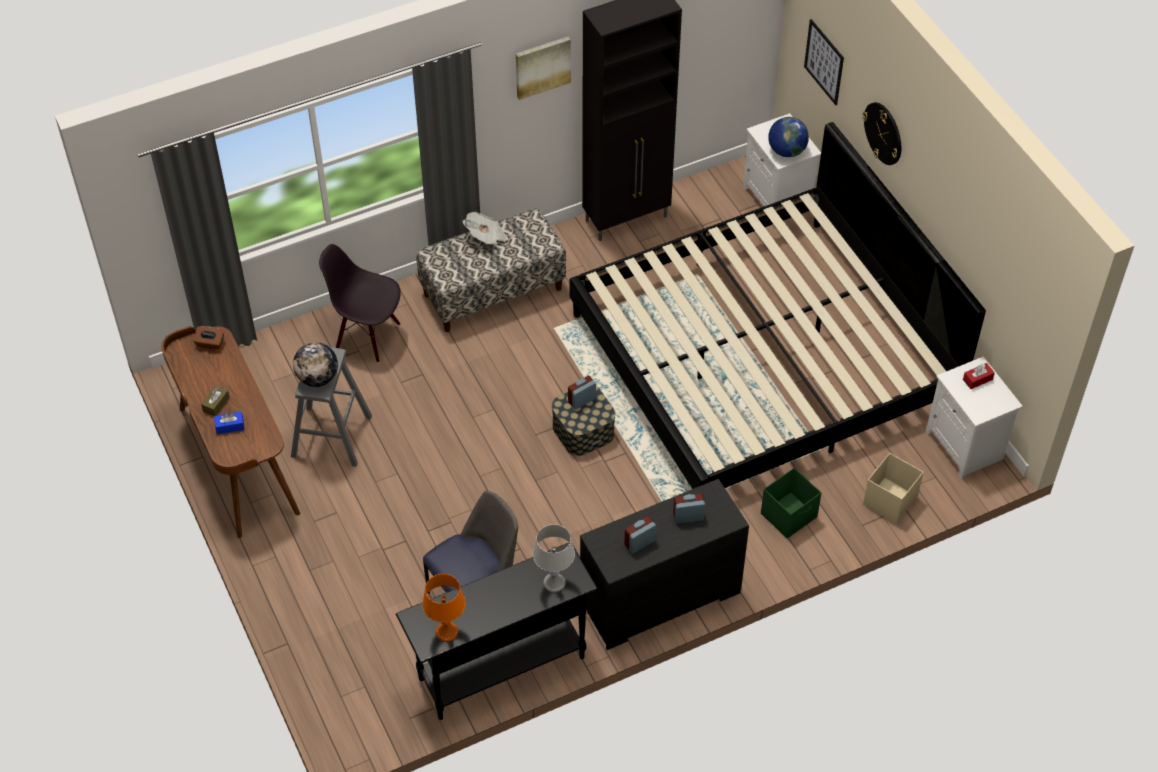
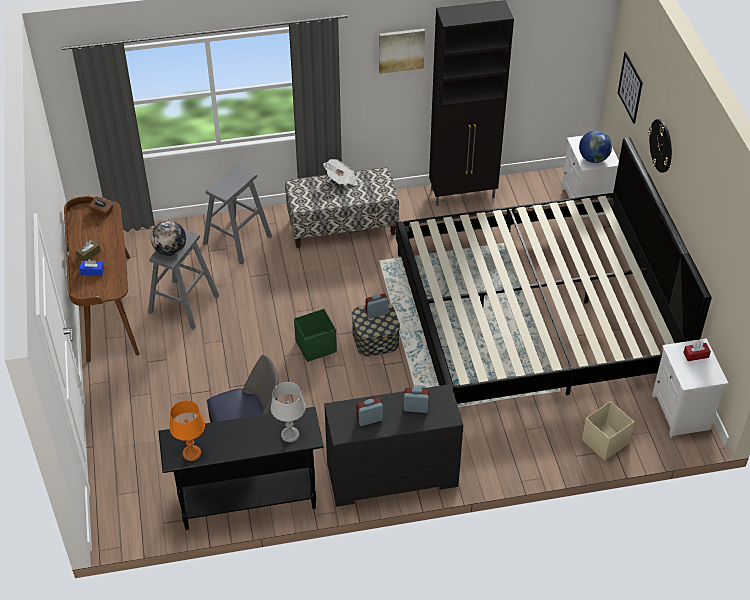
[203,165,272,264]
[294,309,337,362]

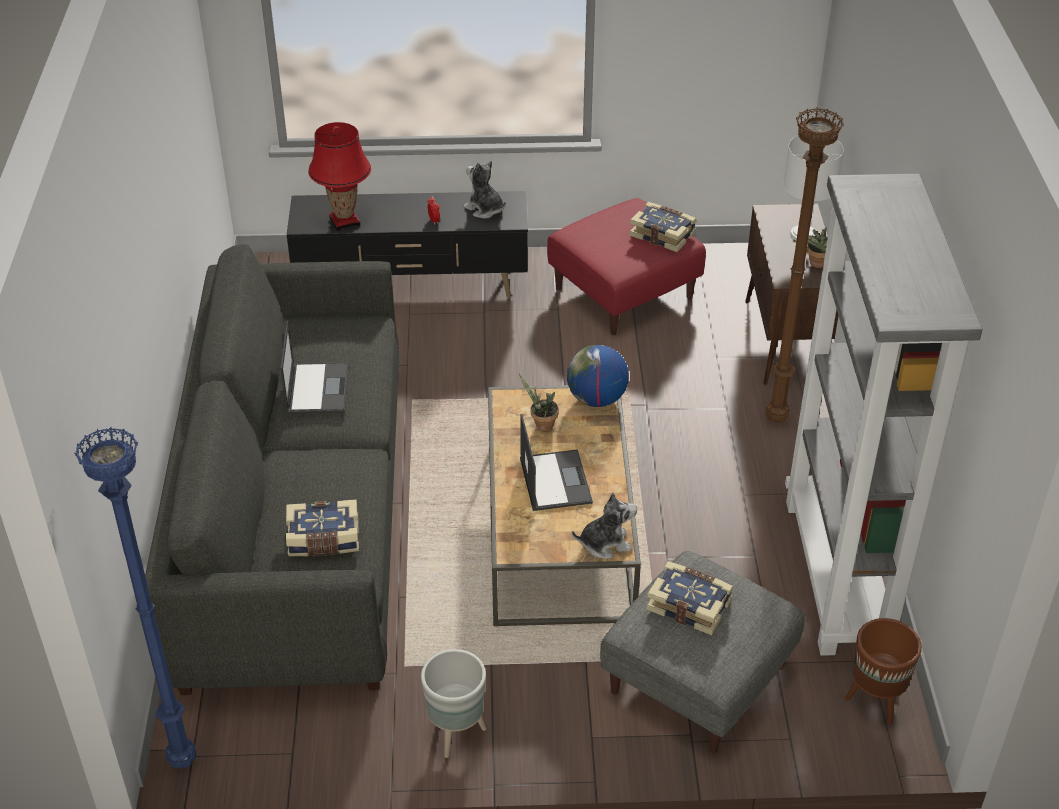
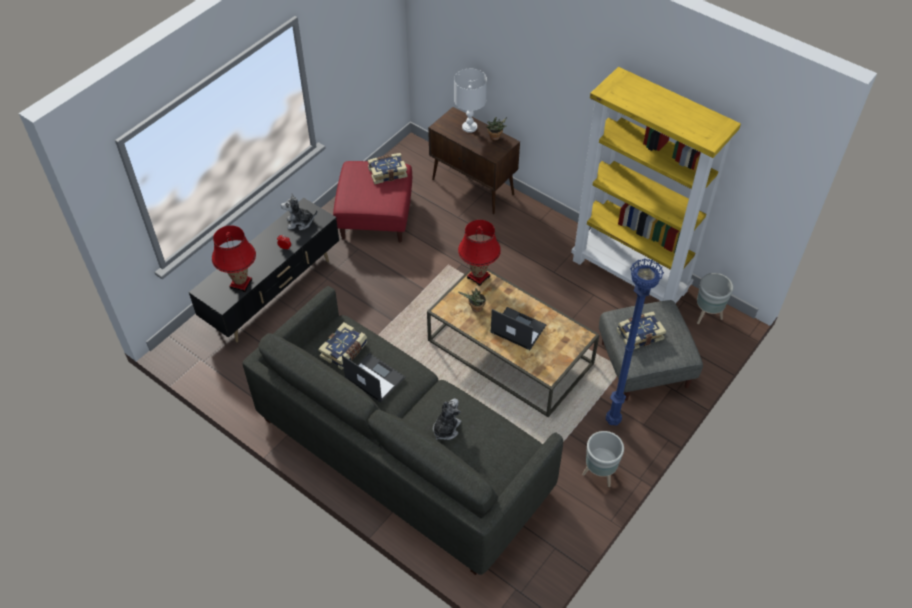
[606,259,664,426]
[318,322,368,370]
[458,220,501,286]
[433,399,461,440]
[765,107,844,423] (first image)
[571,67,741,304]
[697,273,733,324]

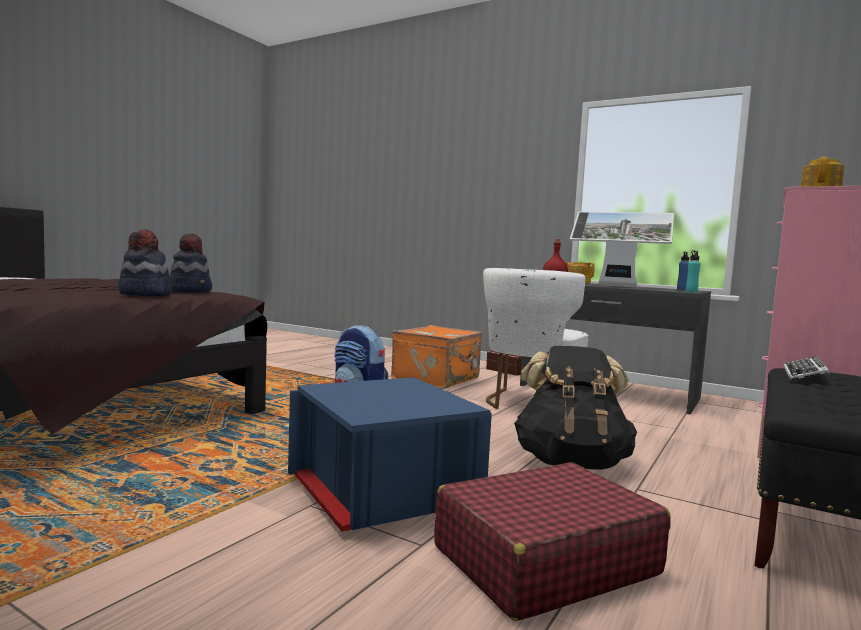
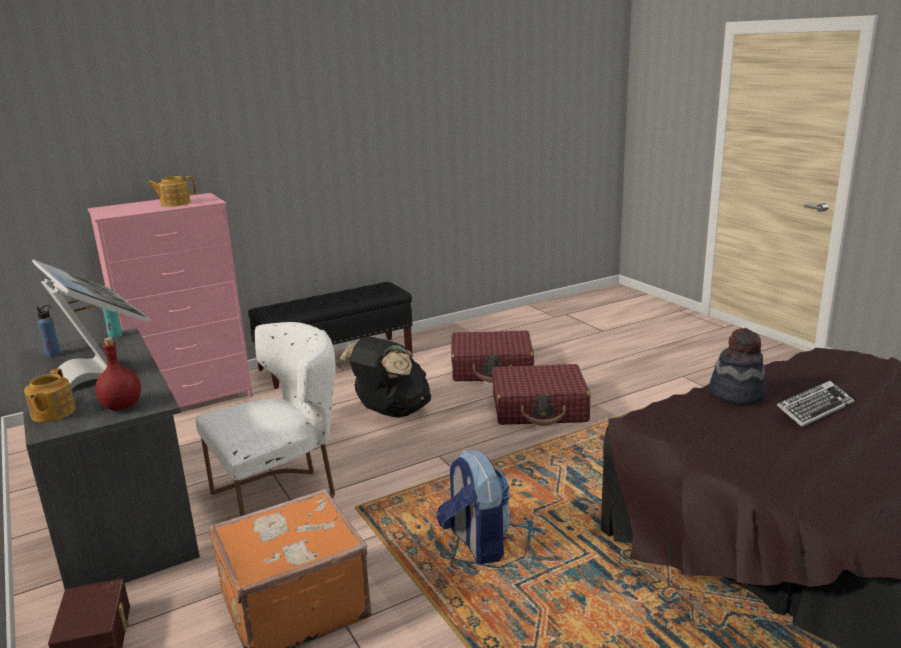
[169,233,212,292] (first image)
[492,364,590,426]
[777,381,854,427]

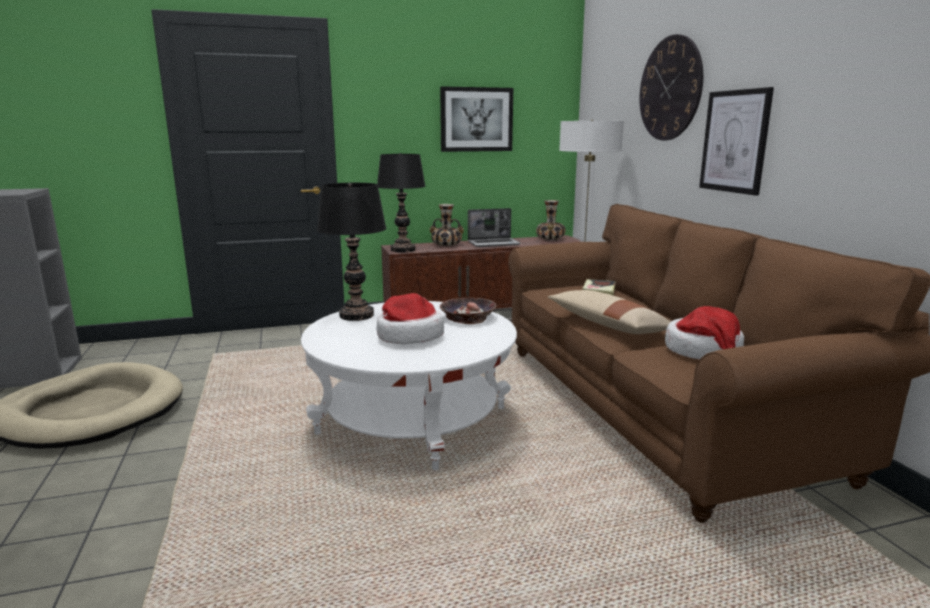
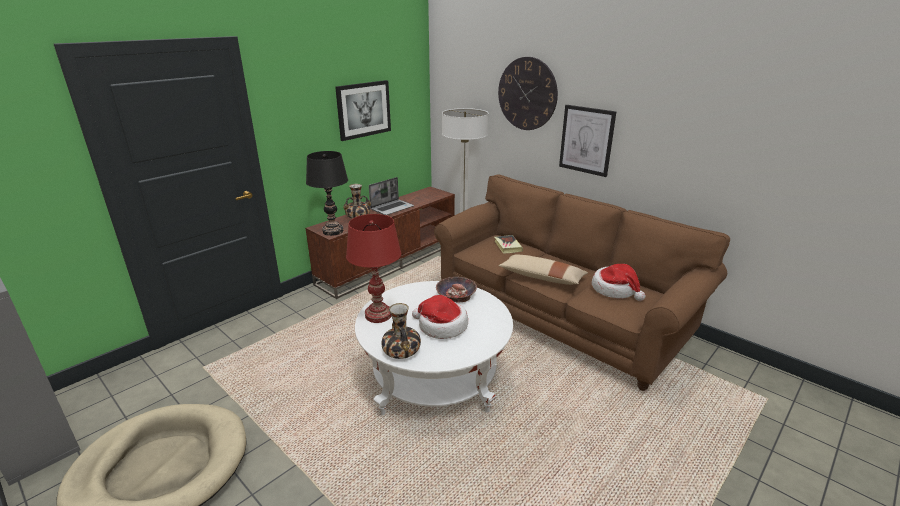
[346,214,401,323]
[381,303,421,359]

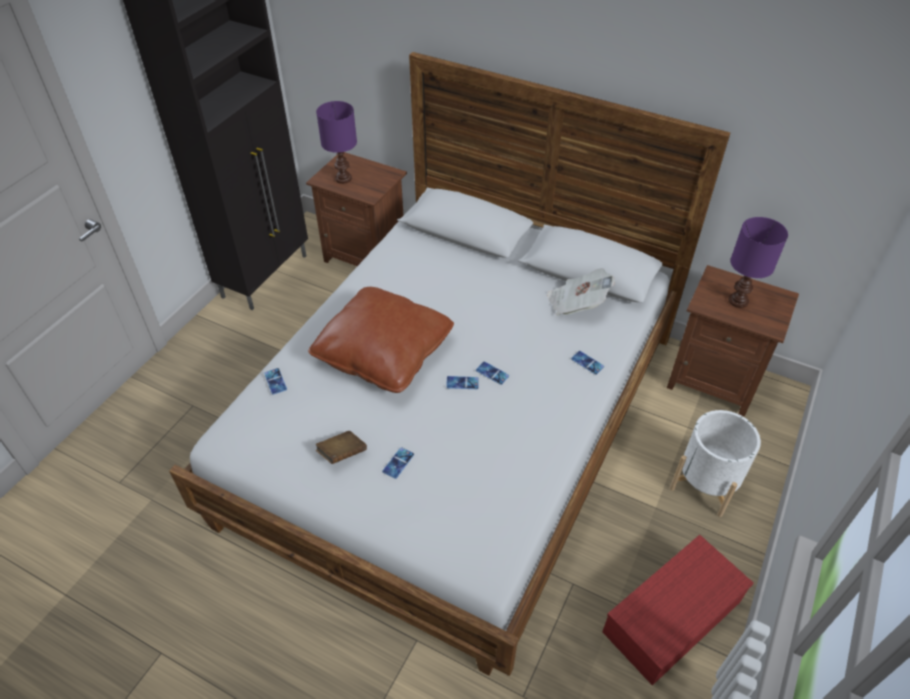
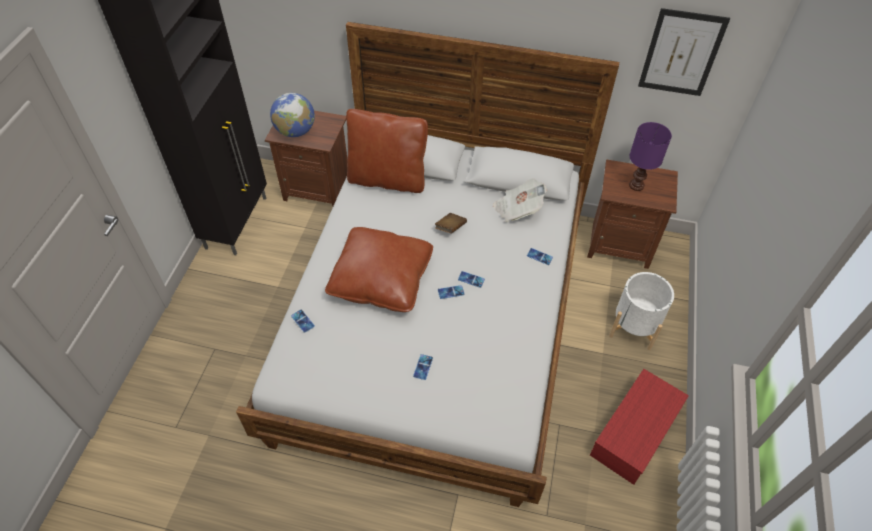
[270,93,315,137]
[435,213,467,233]
[346,109,428,193]
[638,8,730,96]

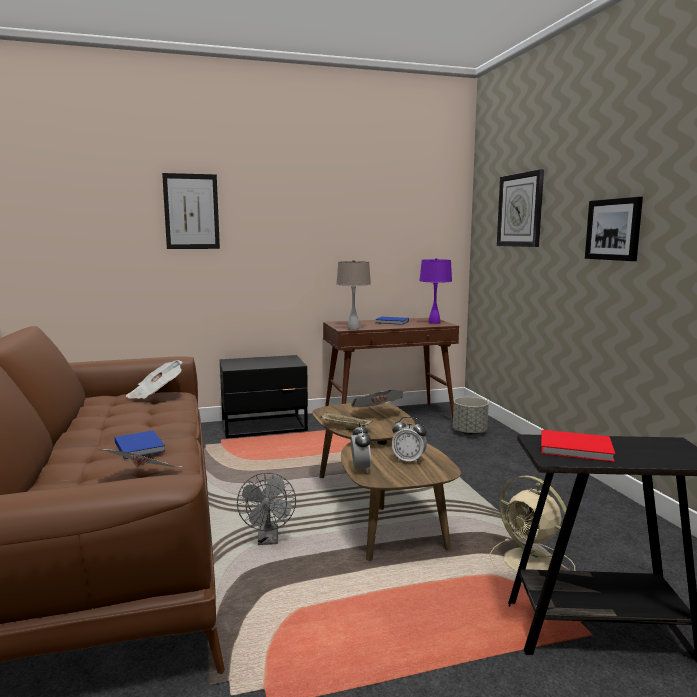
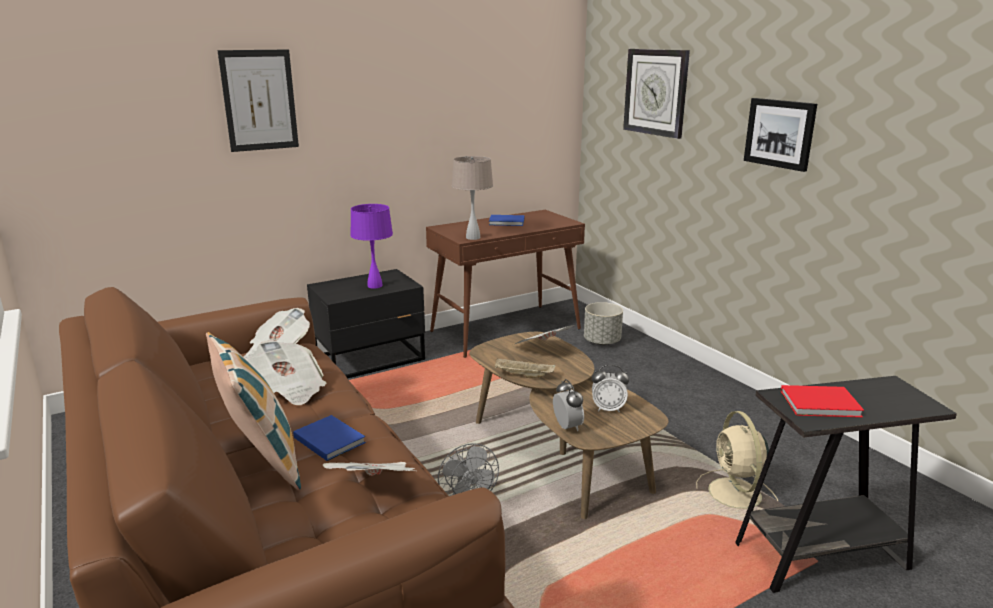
[350,204,393,289]
[696,411,778,509]
[206,332,301,490]
[248,340,327,405]

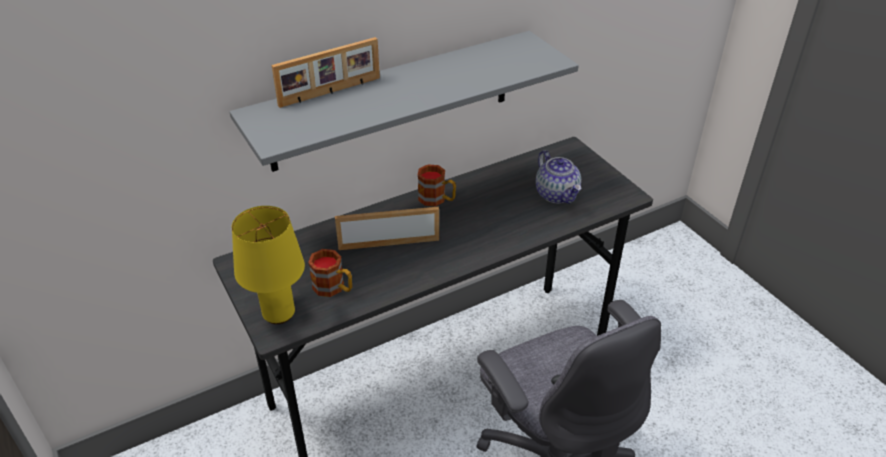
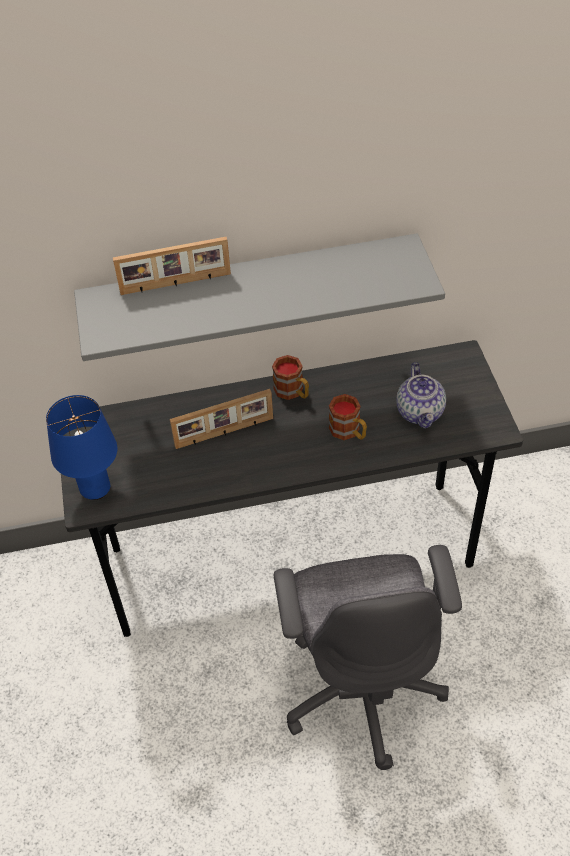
[46,395,117,500]
[329,394,367,440]
[170,389,273,449]

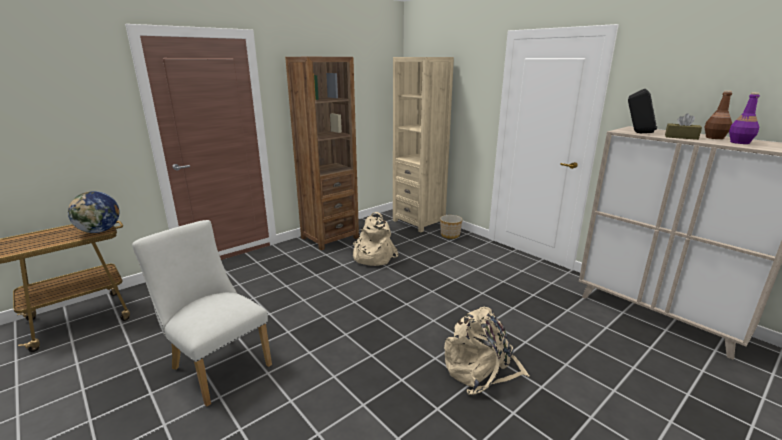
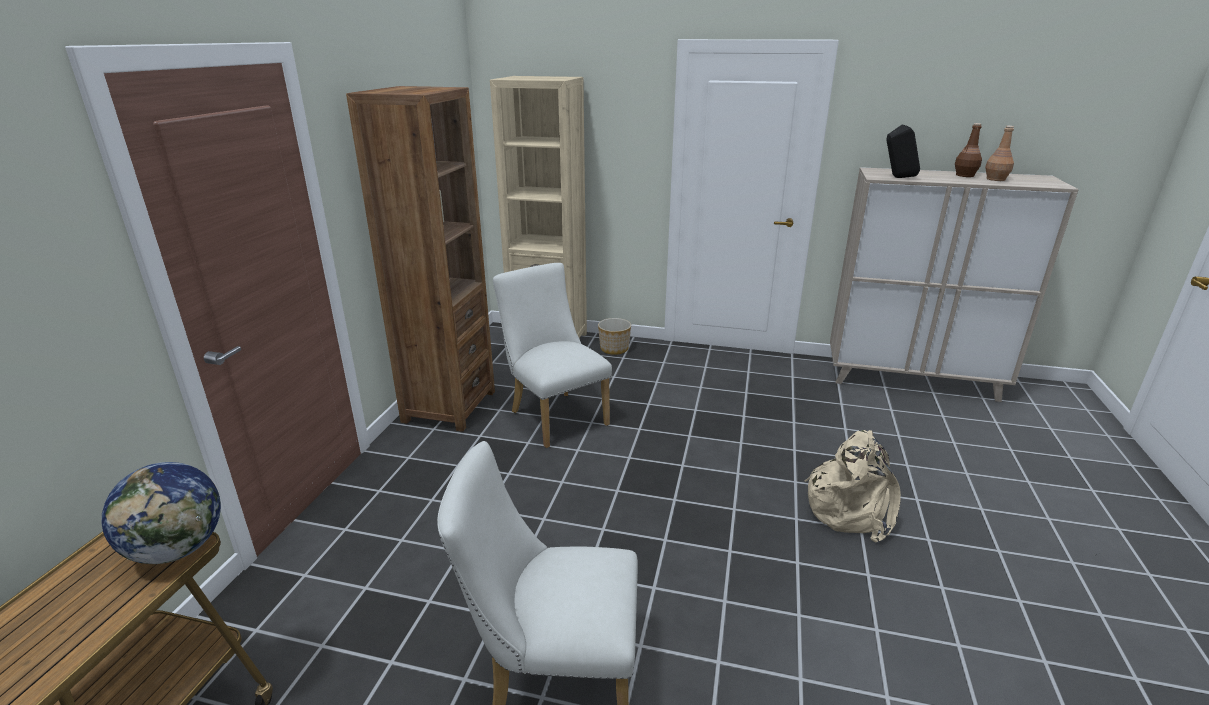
[493,263,612,448]
[665,113,702,140] (first image)
[985,126,1014,181]

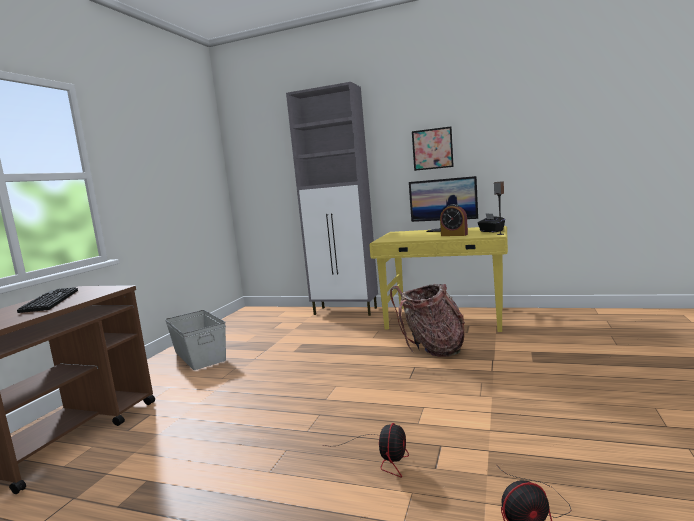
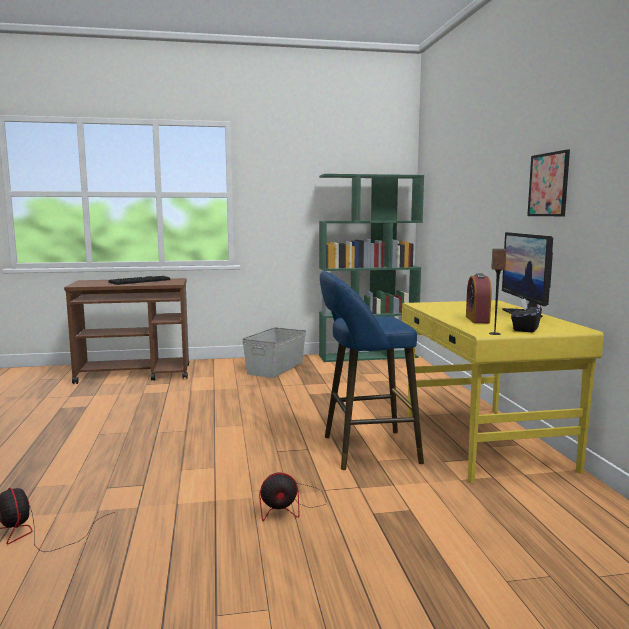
[286,82,378,316] (first image)
[259,472,327,521]
[320,271,424,470]
[319,174,424,362]

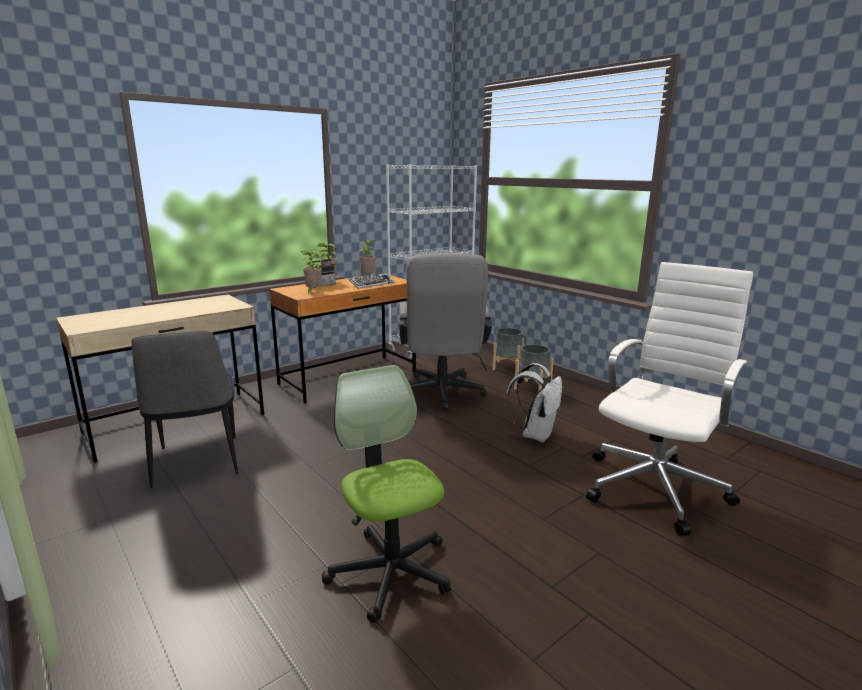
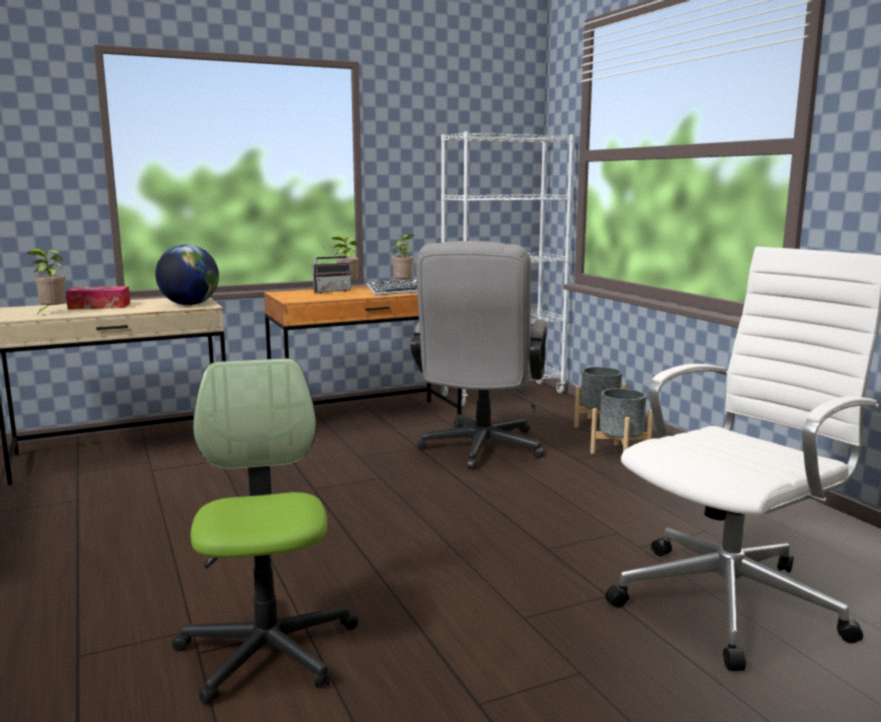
[132,331,238,488] (first image)
[27,249,66,313]
[504,363,562,442] (first image)
[66,286,130,310]
[155,245,219,305]

